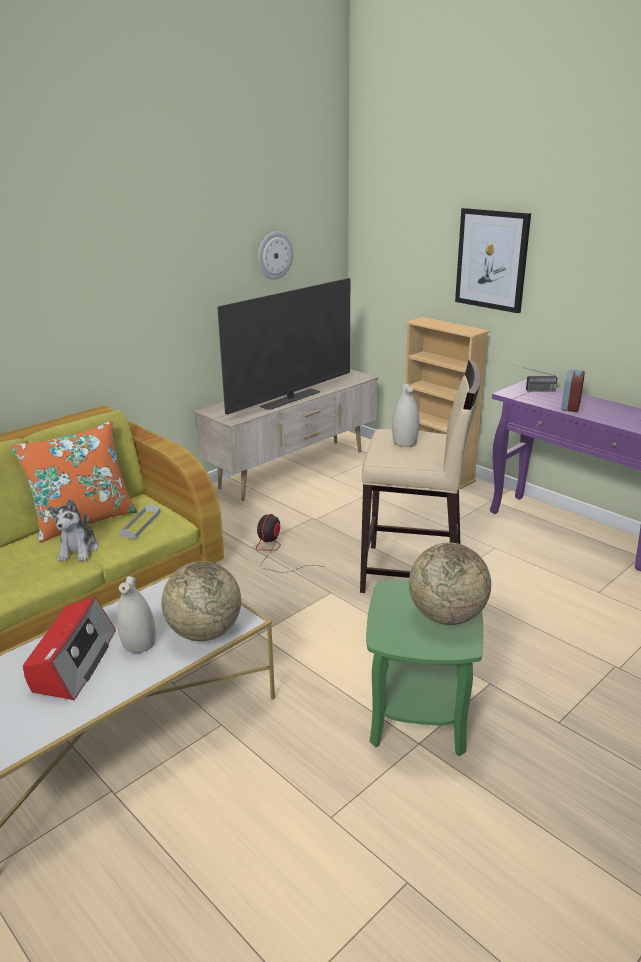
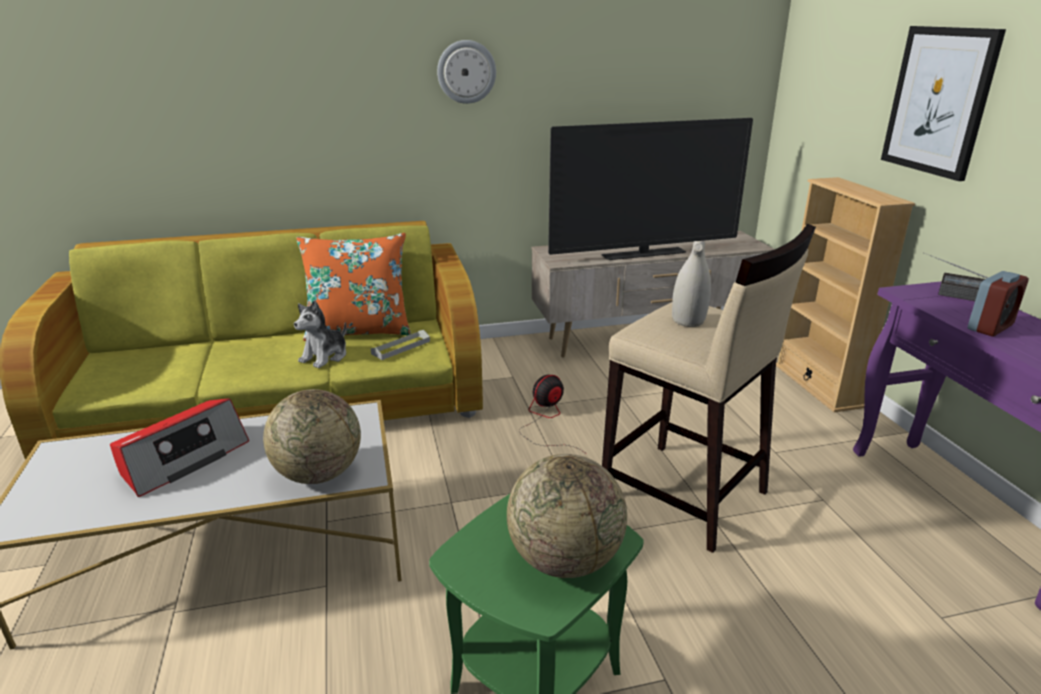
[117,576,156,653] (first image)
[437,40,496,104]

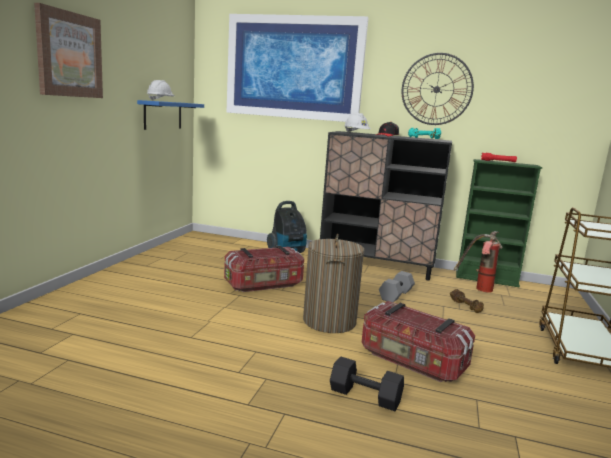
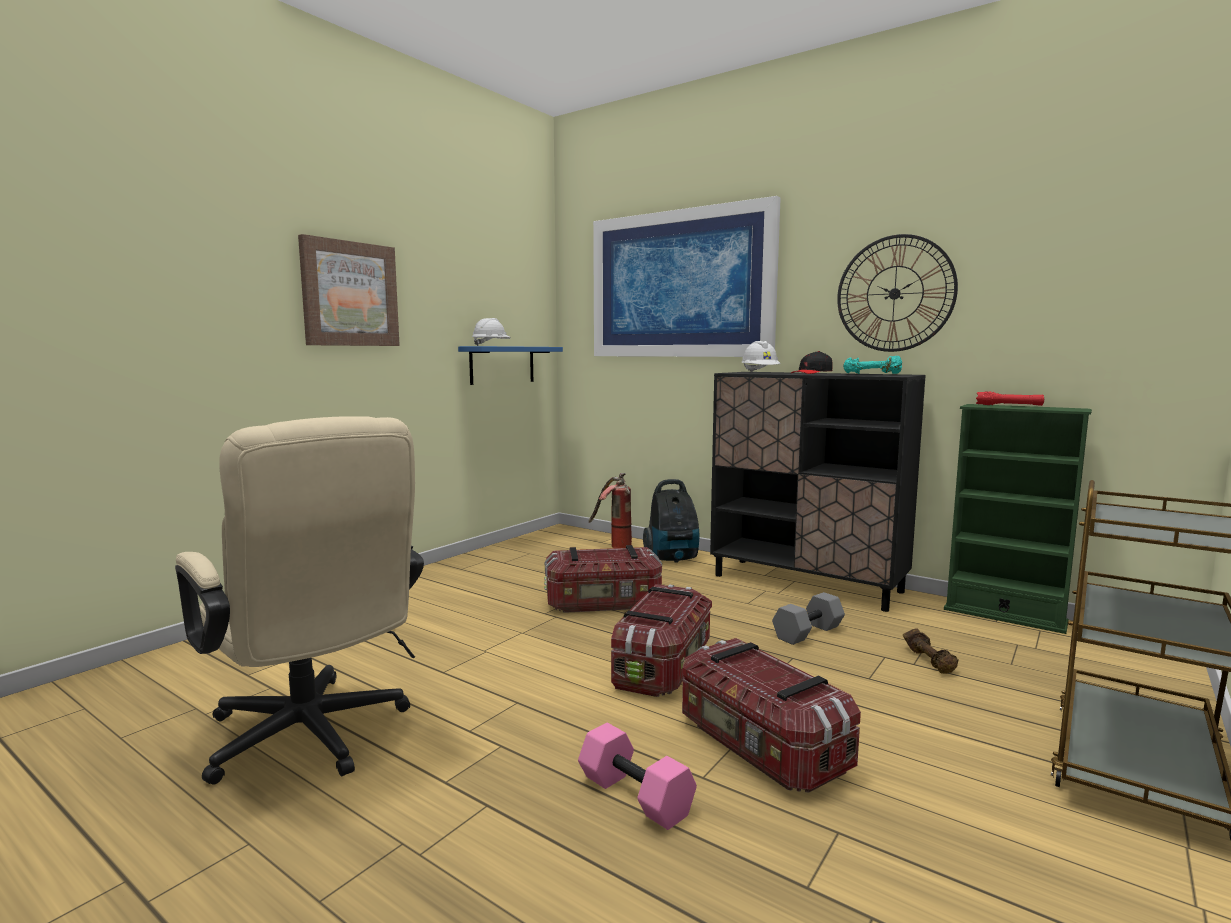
[611,584,712,697]
[578,723,697,830]
[589,473,632,548]
[175,416,424,784]

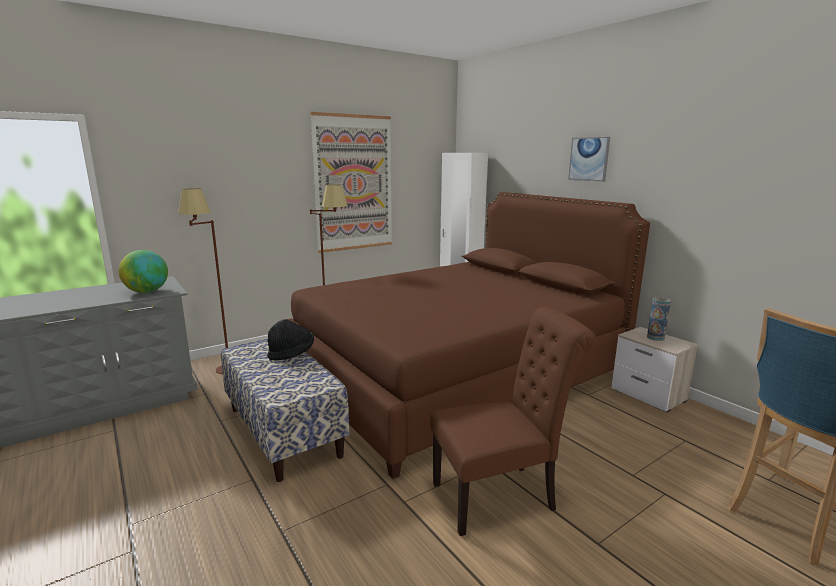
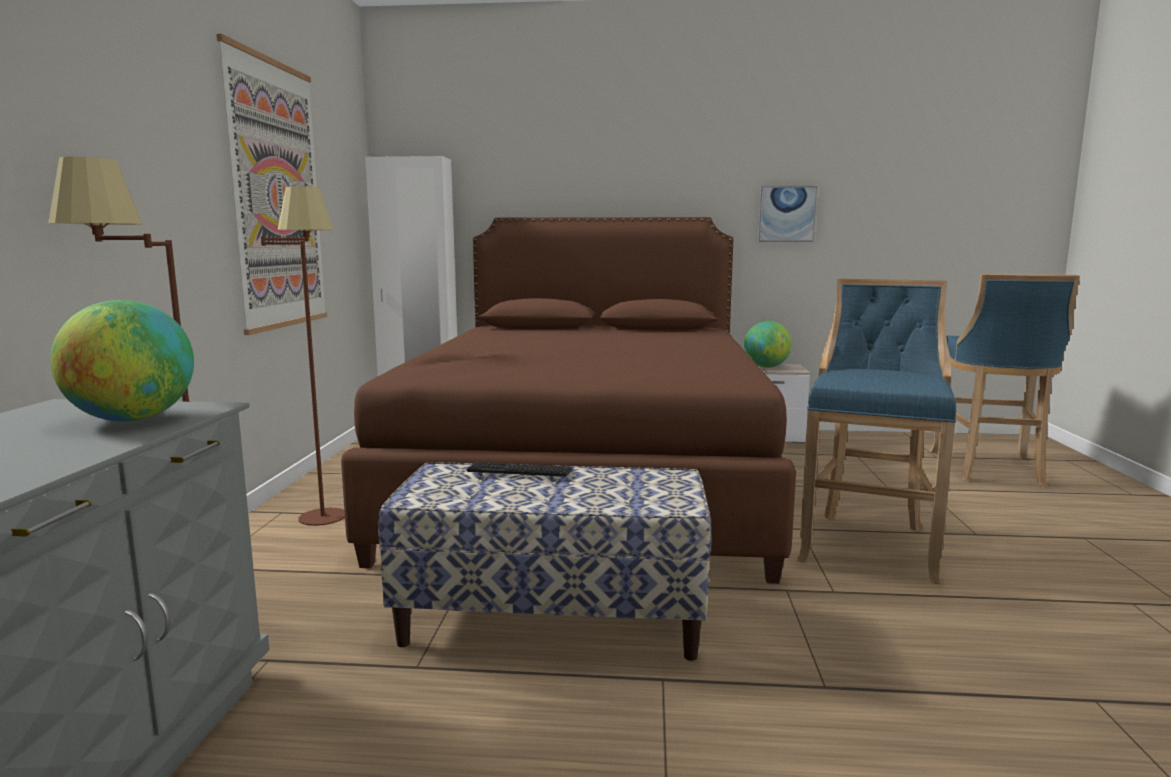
[466,462,572,479]
[797,279,956,584]
[758,186,817,242]
[744,321,792,367]

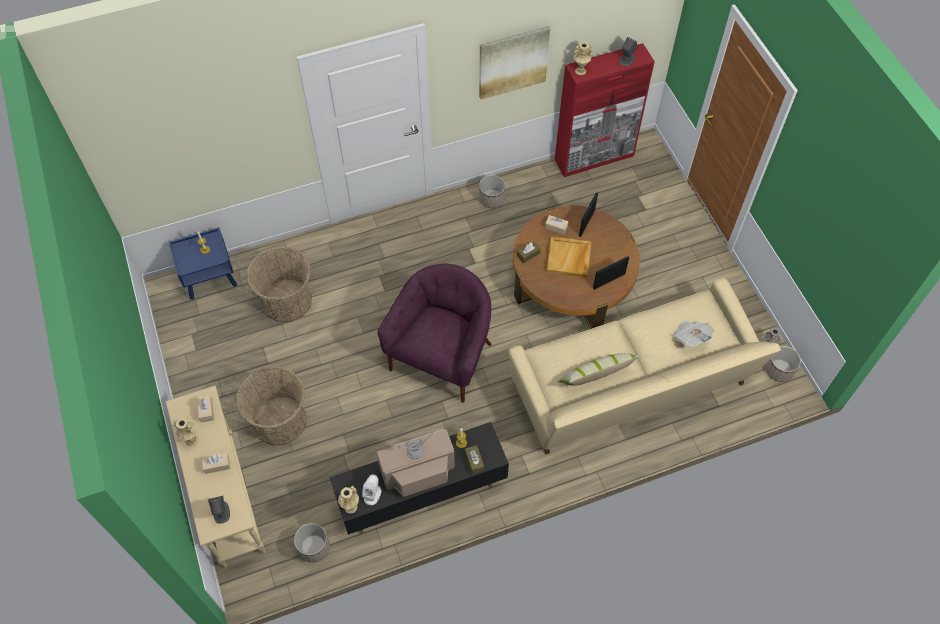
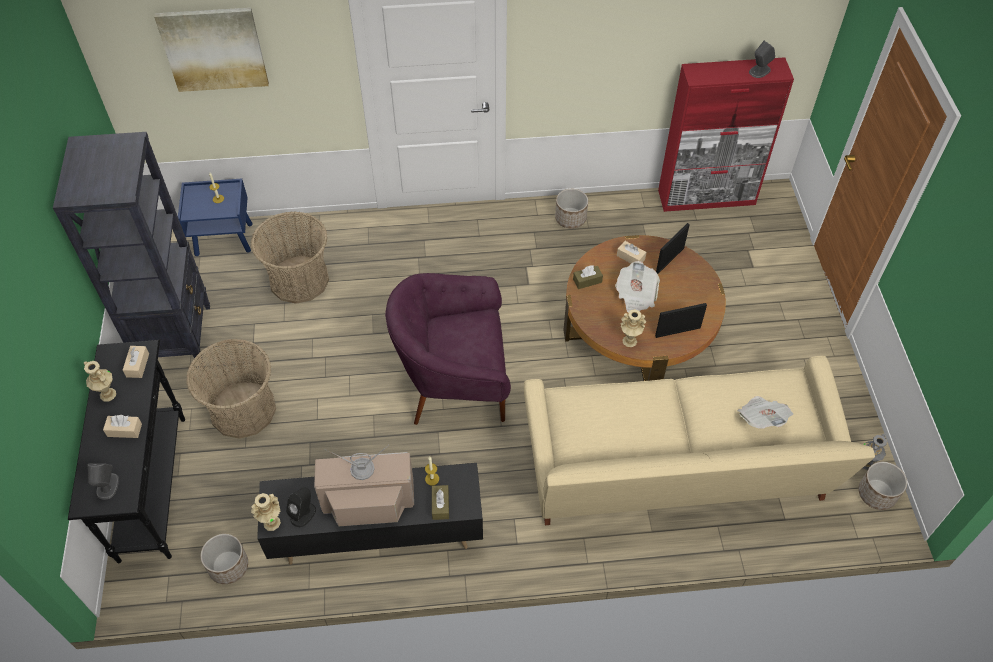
[68,340,185,563]
[286,488,316,527]
[385,273,511,425]
[154,8,269,92]
[615,261,660,313]
[558,353,639,386] (first image)
[621,309,646,347]
[53,132,210,367]

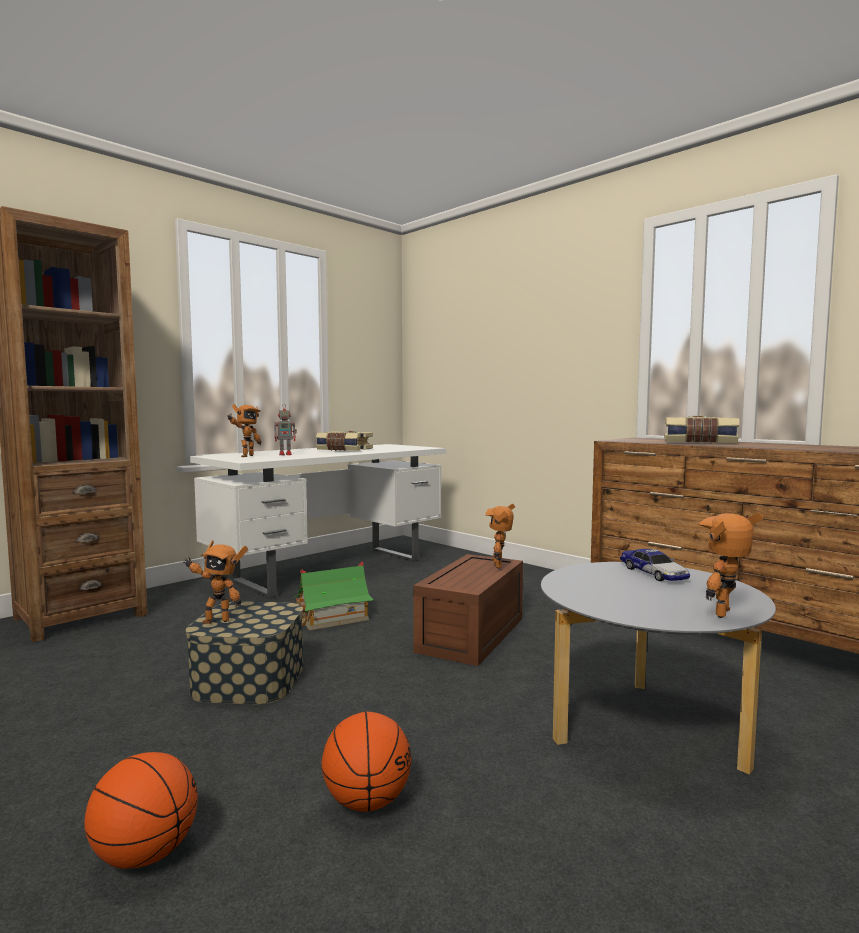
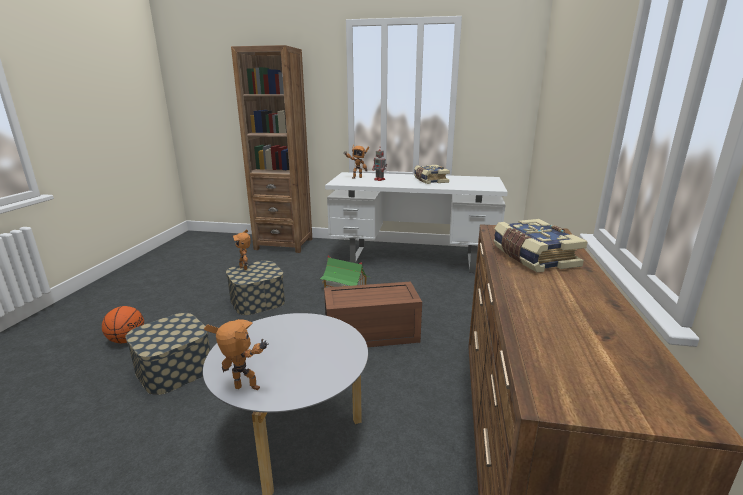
[125,313,210,395]
[485,504,515,569] (first image)
[620,549,690,581] (first image)

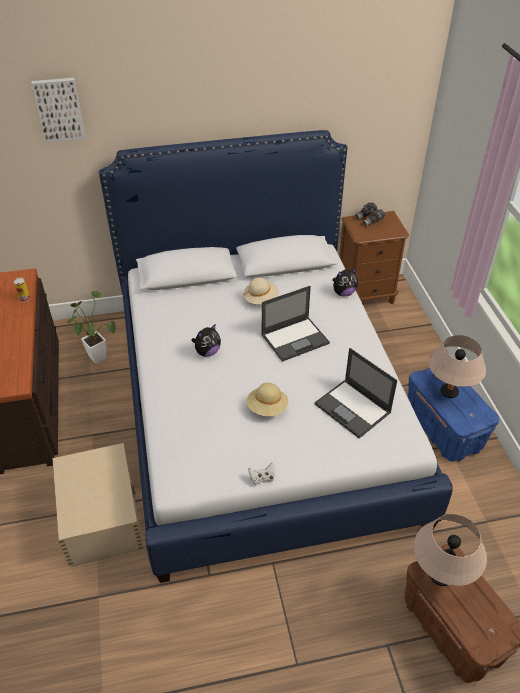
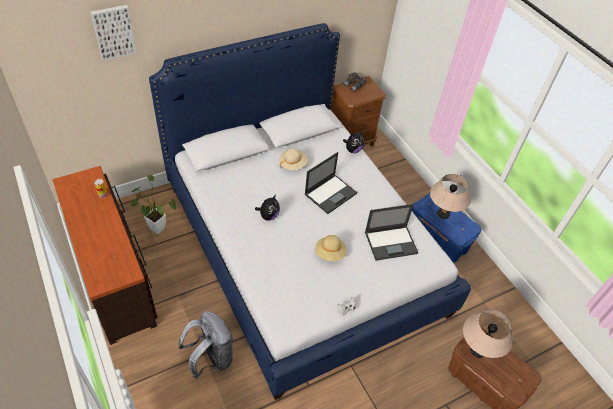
[179,311,233,379]
[365,204,418,261]

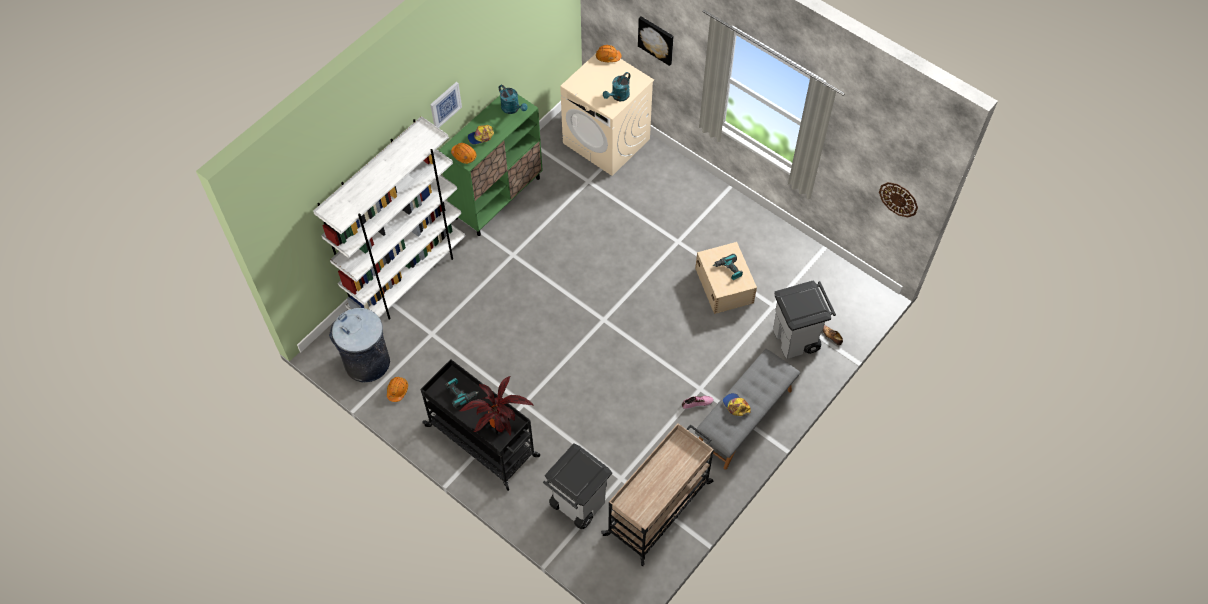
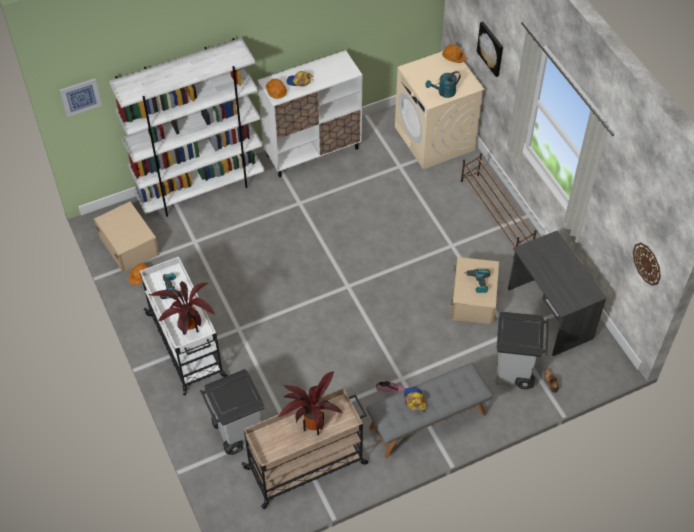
[94,202,160,273]
[140,257,228,395]
[59,78,102,117]
[258,50,363,177]
[499,85,528,114] (first image)
[277,371,343,435]
[461,153,537,258]
[508,231,607,356]

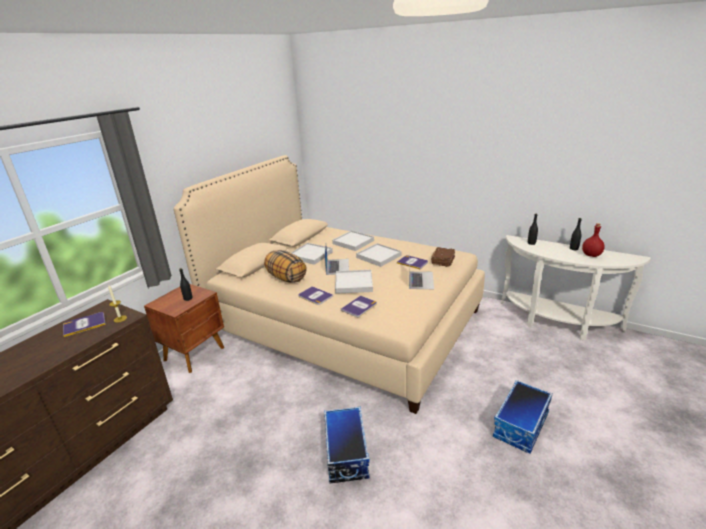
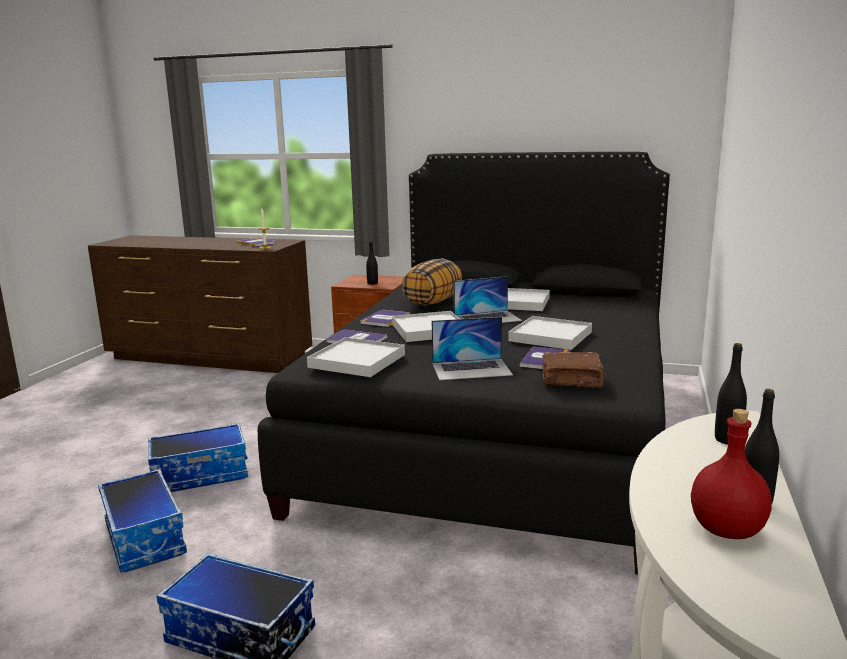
[258,152,670,574]
[307,337,405,377]
[98,469,187,573]

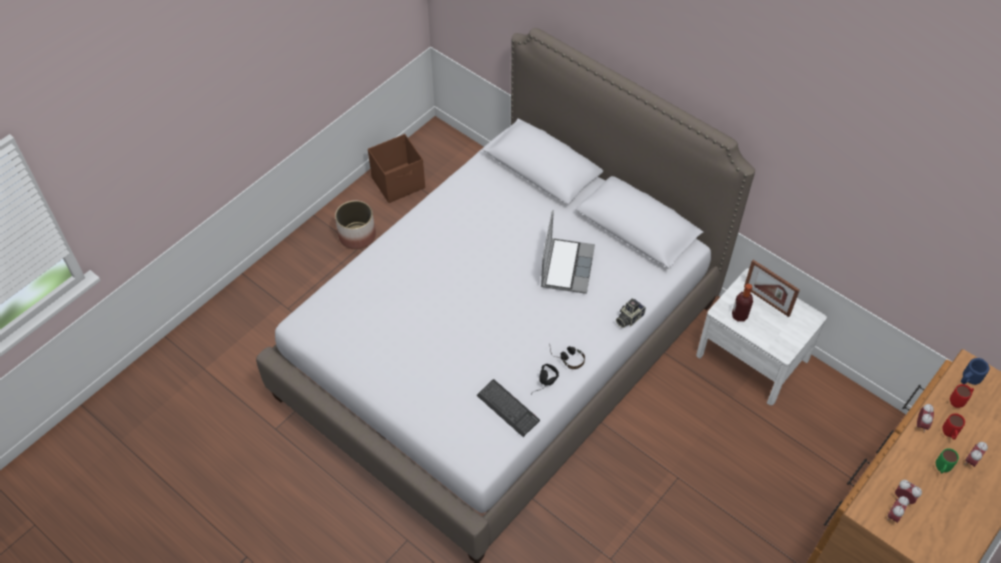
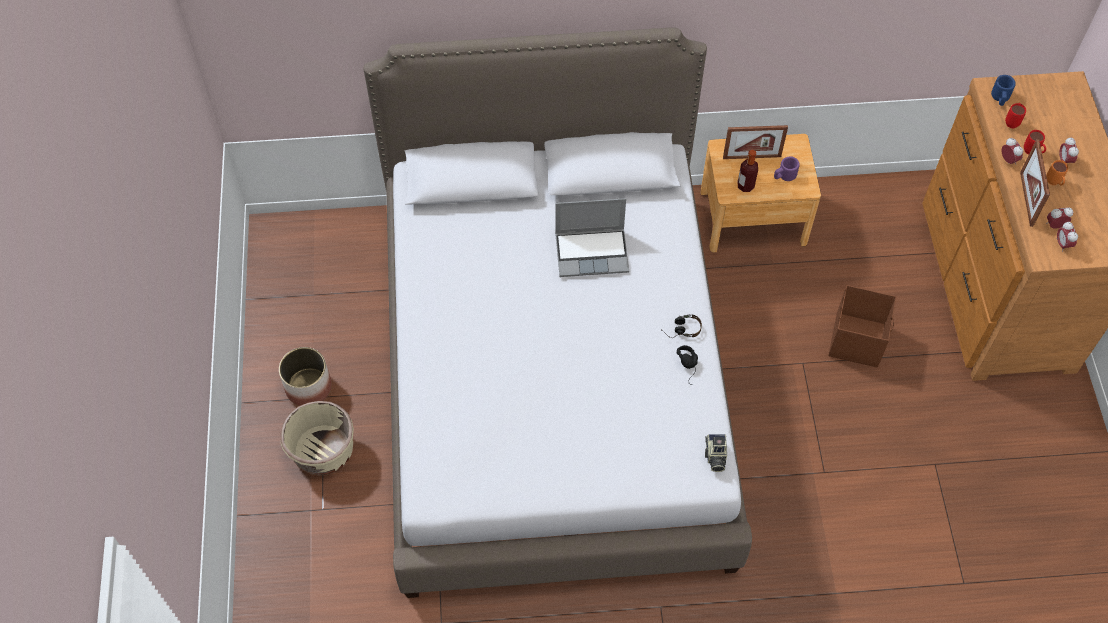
[828,285,897,367]
[477,379,540,437] (first image)
[555,198,629,277]
[705,434,727,472]
[700,134,821,252]
[1046,160,1068,186]
[281,401,354,475]
[774,156,800,181]
[1020,140,1050,227]

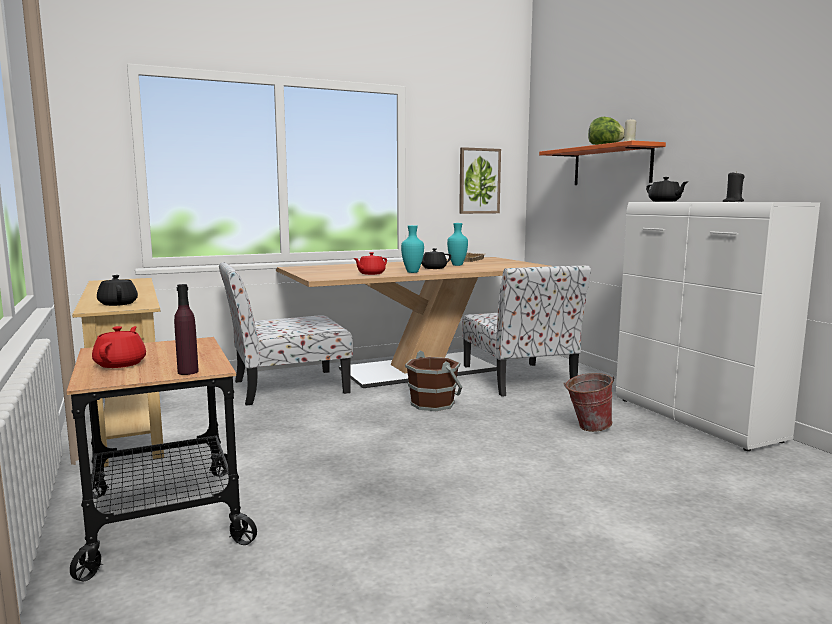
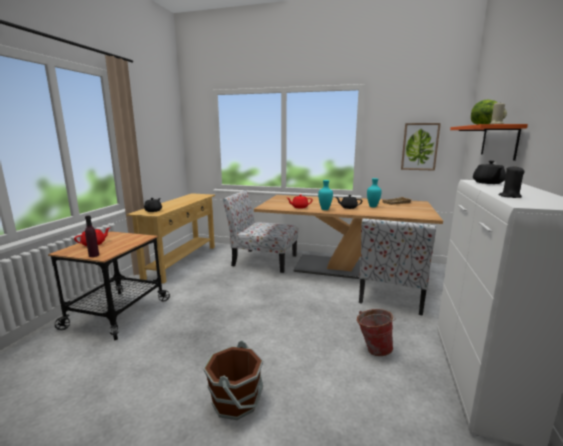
[203,340,263,420]

